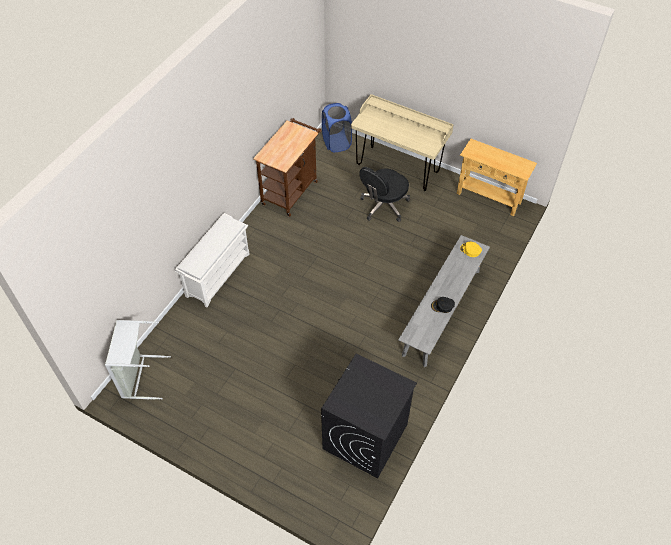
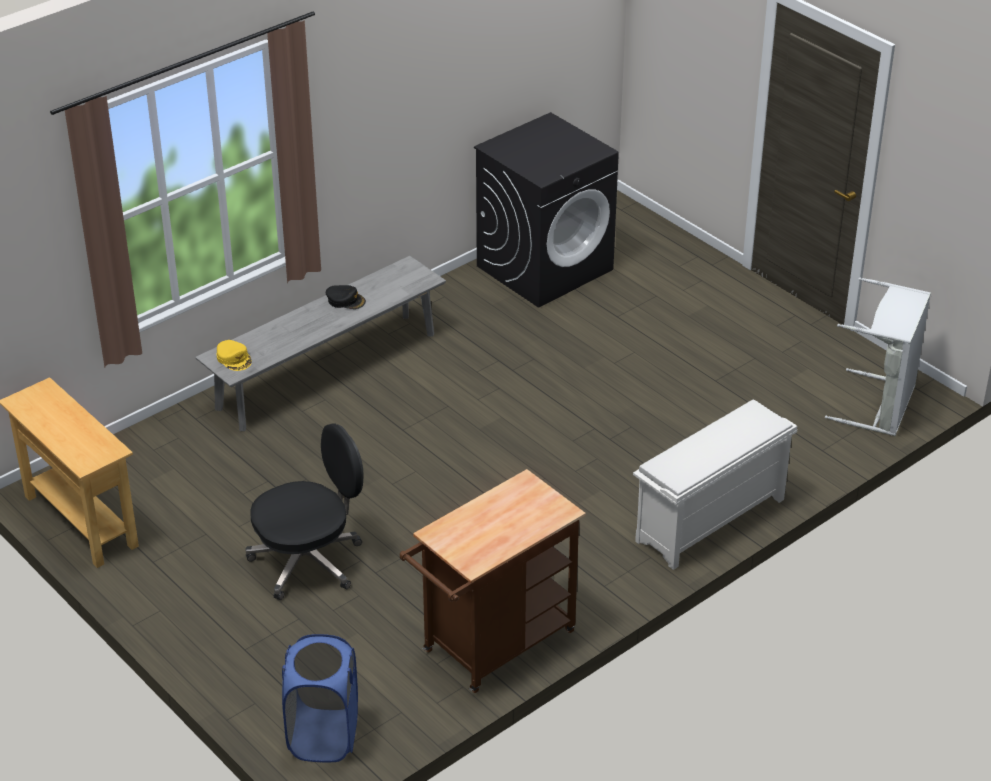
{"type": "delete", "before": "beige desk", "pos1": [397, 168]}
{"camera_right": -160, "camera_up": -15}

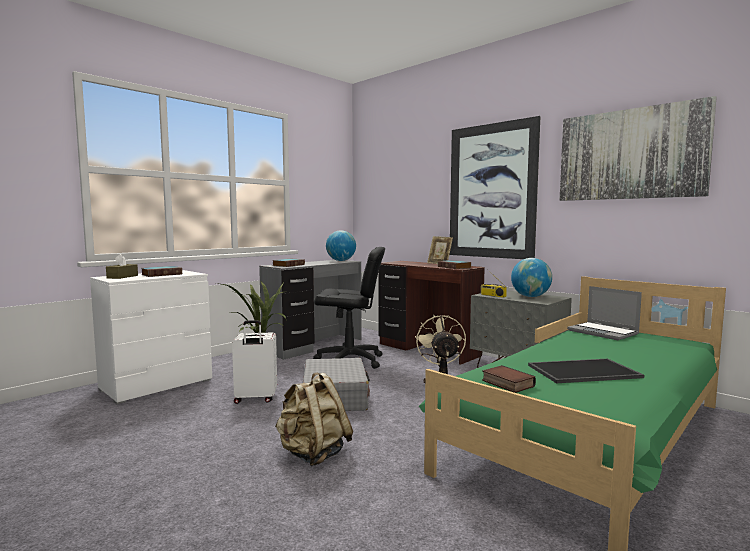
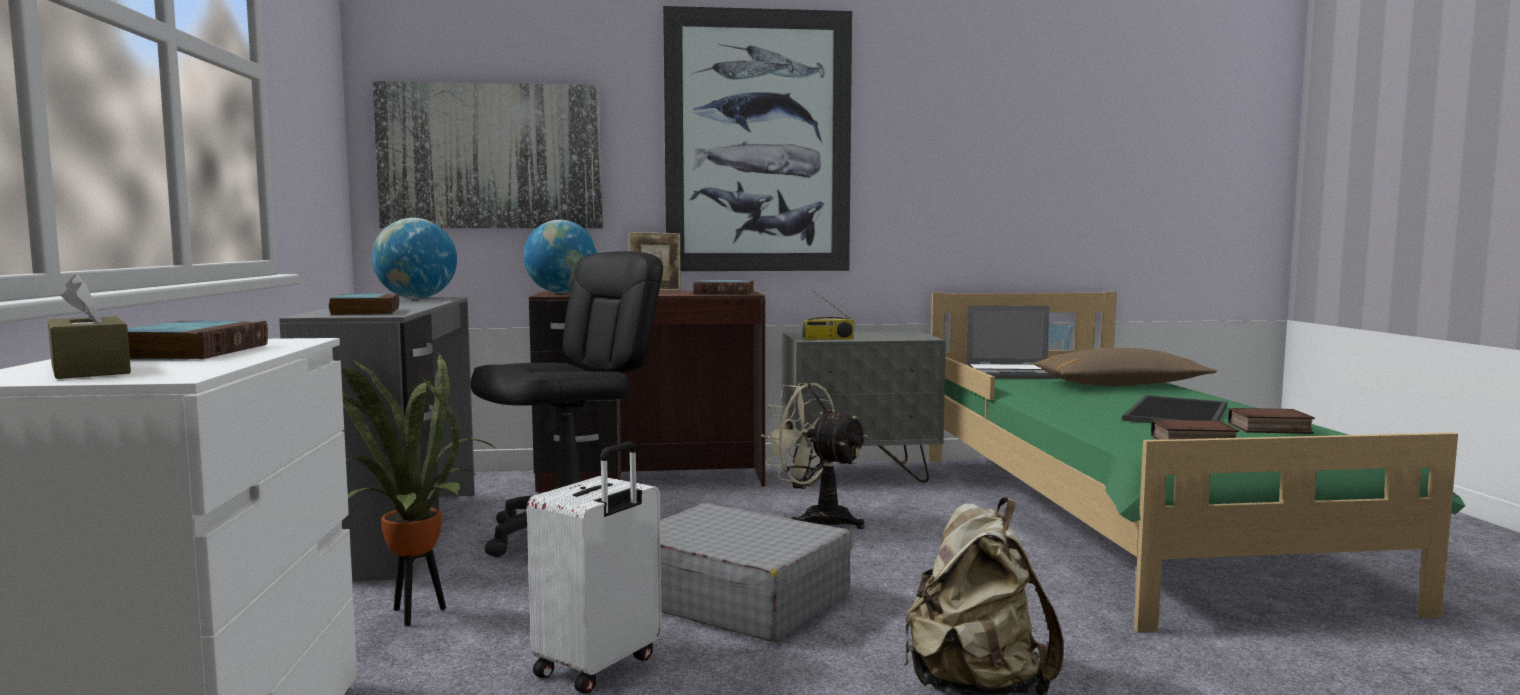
{"type": "move", "before": "globe", "pos1": [530, 296], "pos2": [561, 293]}
{"type": "move", "before": "picture", "pos1": [630, 154], "pos2": [491, 157]}
{"type": "insert", "after": "brown pillow", "pos2": [1119, 385]}
{"type": "insert", "after": "book", "pos2": [1269, 428]}
{"camera_right": -50, "camera_up": 0}

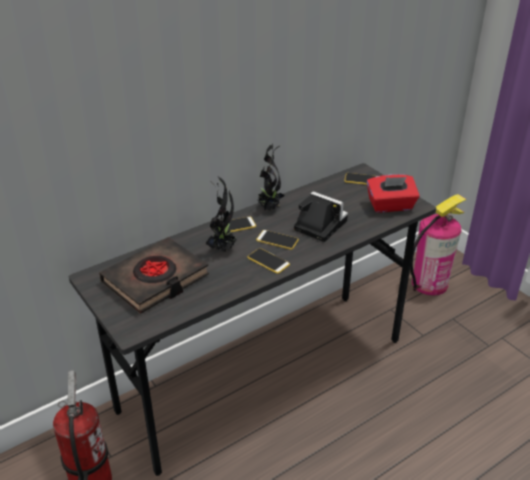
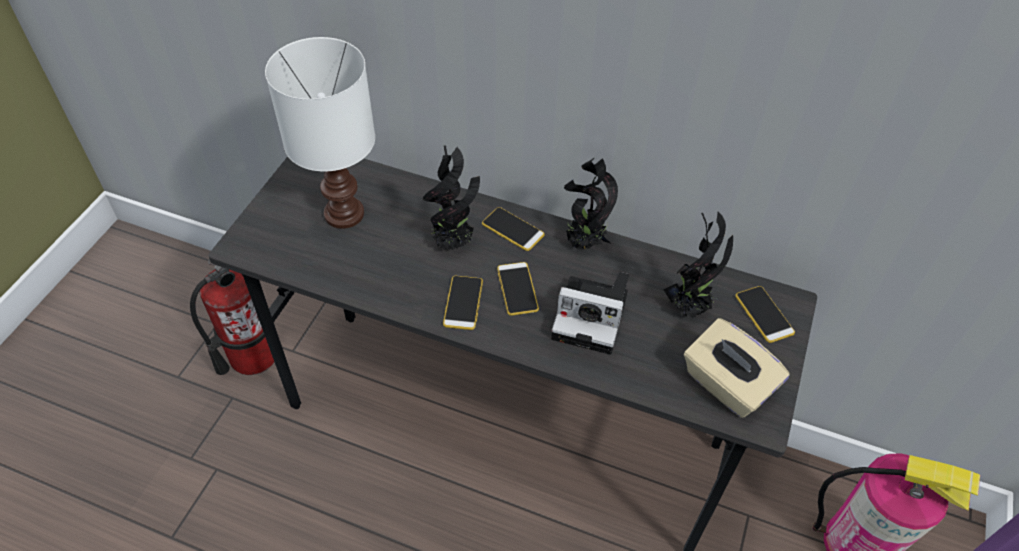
{"type": "replace", "before": "black book", "after": "white table lamp", "pos1": [155, 279], "pos2": [345, 215]}
{"type": "rotate", "before": "photo camera", "pos1": [318, 225], "pos2": [593, 317], "turn": 105}
{"type": "recolor", "before": "red tissue box", "after": "beige tissue box", "pos1": [390, 206], "pos2": [726, 385]}
{"type": "insert", "after": "potted plant", "pos2": [689, 307]}
{"camera_right": 55, "camera_up": 15}

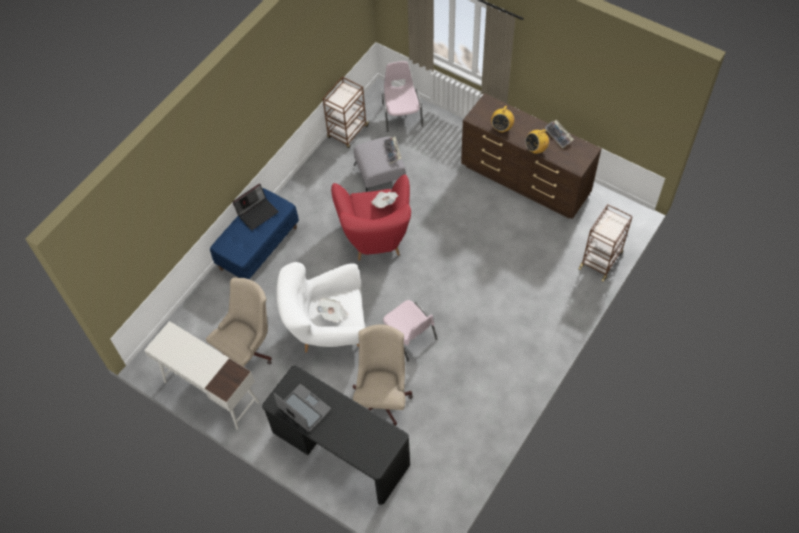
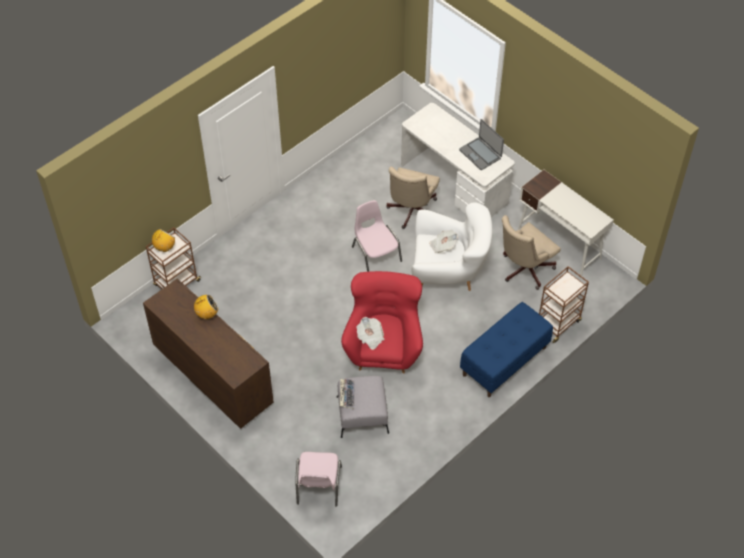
{"type": "delete", "before": "laptop", "pos1": [257, 212]}
{"type": "recolor", "before": "black desk", "after": "white desk", "pos1": [340, 449], "pos2": [454, 183]}
{"type": "move", "before": "brown cart", "pos1": [347, 132], "pos2": [557, 323]}
{"type": "move", "before": "radio", "pos1": [501, 127], "pos2": [164, 247]}
{"type": "delete", "before": "keyboard", "pos1": [559, 136]}
{"camera_right": -170, "camera_up": -5}

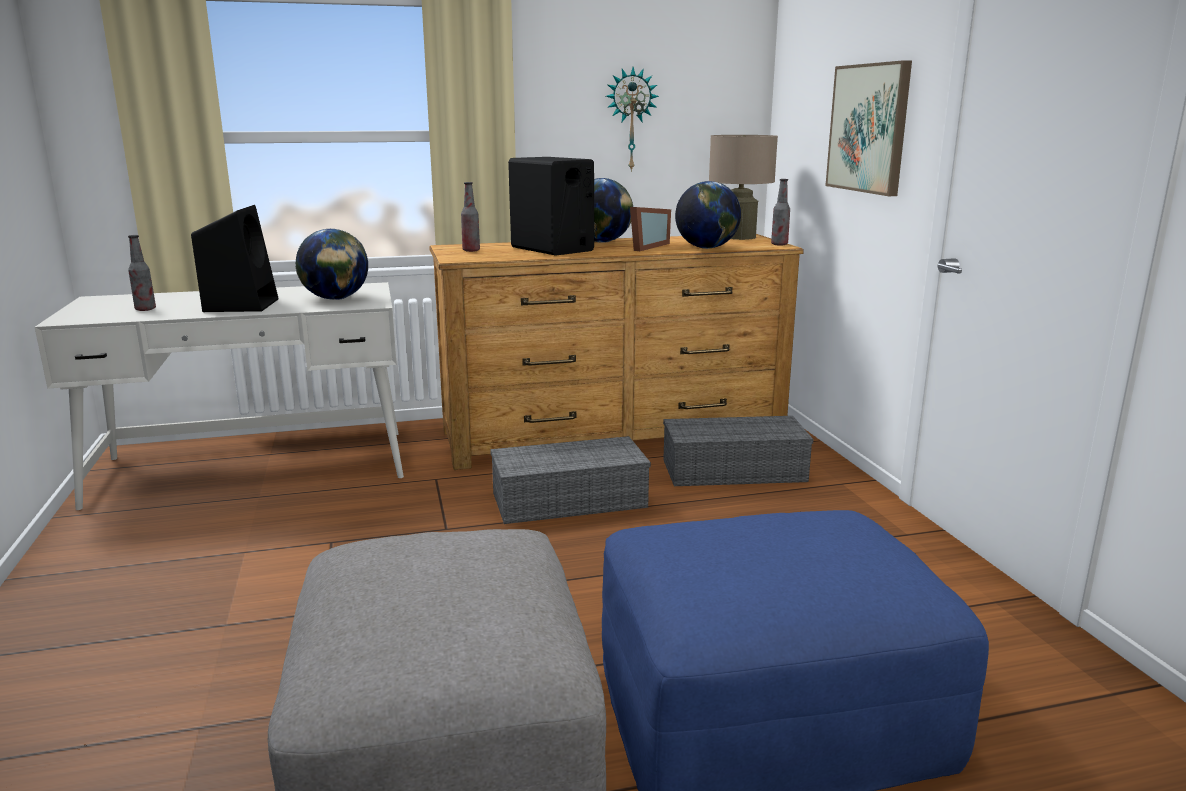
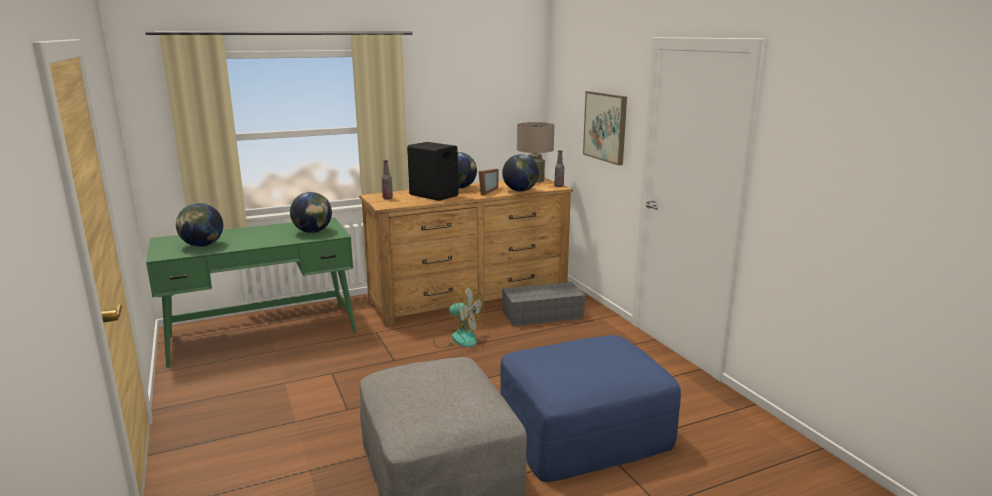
{"type": "recolor", "before": "white desk", "after": "green desk", "pos1": [254, 468], "pos2": [263, 333]}
{"type": "replace", "before": "bottle", "after": "globe", "pos1": [145, 309], "pos2": [202, 245]}
{"type": "delete", "before": "black speaker", "pos1": [241, 305]}
{"type": "replace", "before": "grey storage box", "after": "fan", "pos1": [571, 499], "pos2": [457, 338]}
{"type": "delete", "before": "wall clock", "pos1": [630, 119]}
{"camera_right": -10, "camera_up": 0}

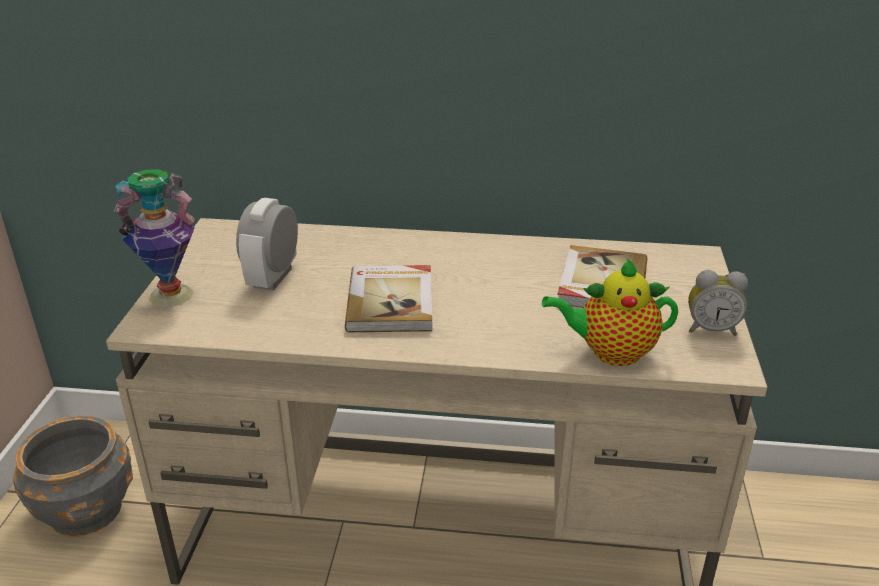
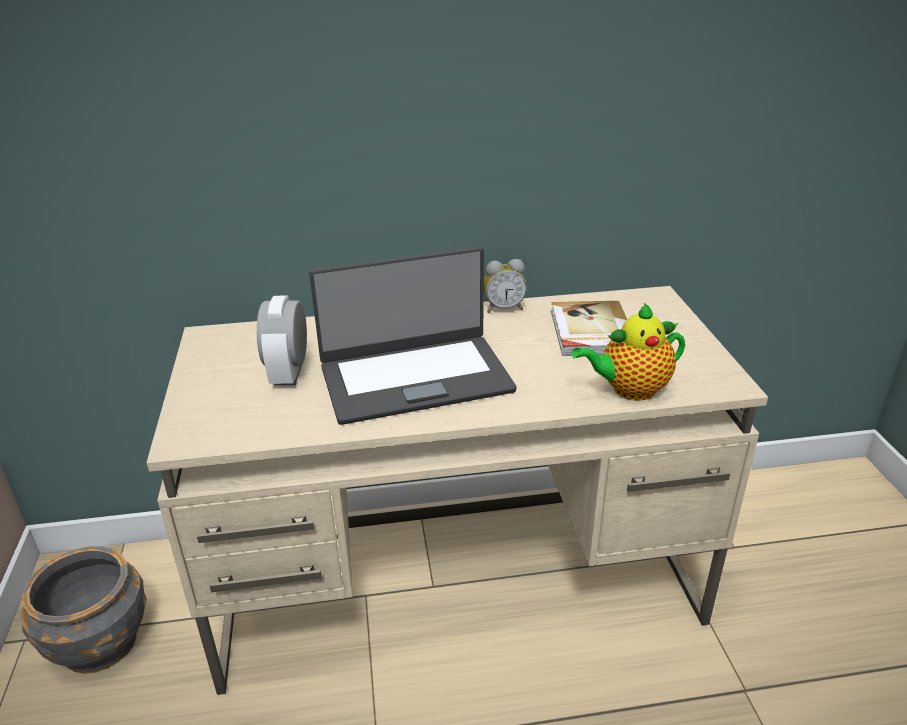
{"type": "delete", "before": "vase", "pos1": [171, 296]}
{"type": "replace", "before": "book", "after": "laptop", "pos1": [392, 302], "pos2": [415, 377]}
{"type": "move", "before": "alarm clock", "pos1": [711, 329], "pos2": [503, 308]}
{"camera_right": -15, "camera_up": 0}

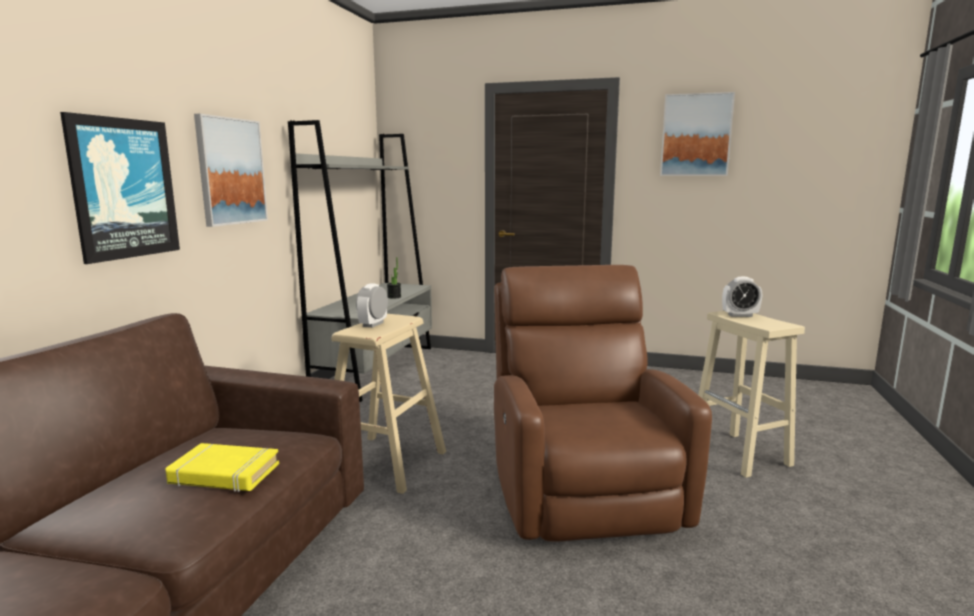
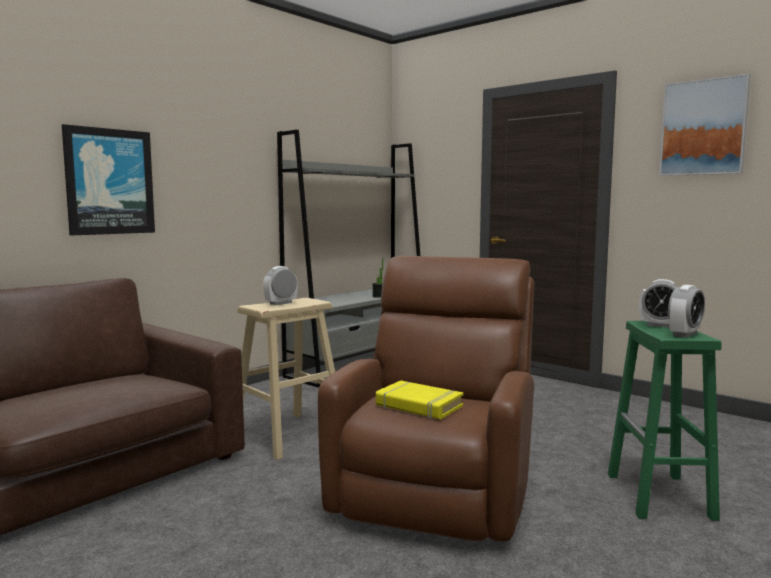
{"type": "move", "before": "yellow book", "pos1": [224, 474], "pos2": [418, 406]}
{"type": "delete", "before": "picture", "pos1": [231, 171]}
{"type": "recolor", "before": "beige stool", "after": "green stool", "pos1": [741, 455], "pos2": [660, 497]}
{"type": "insert", "after": "alarm clock", "pos2": [684, 334]}
{"camera_right": 25, "camera_up": -5}

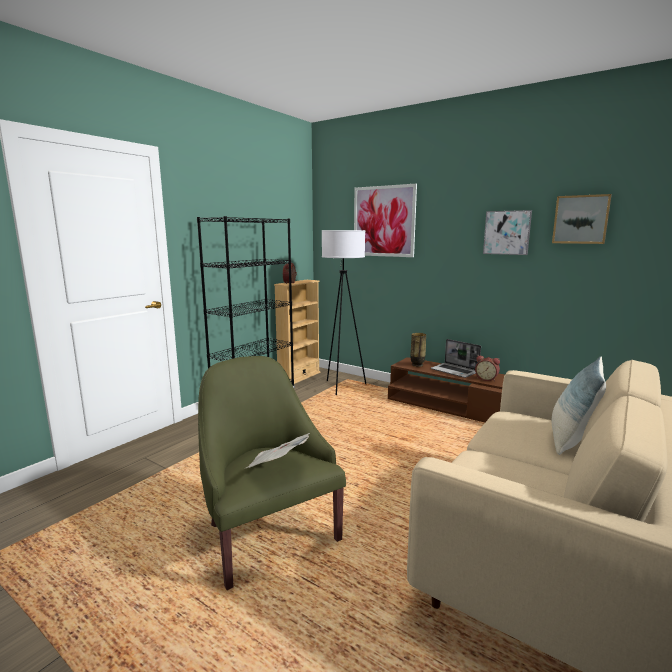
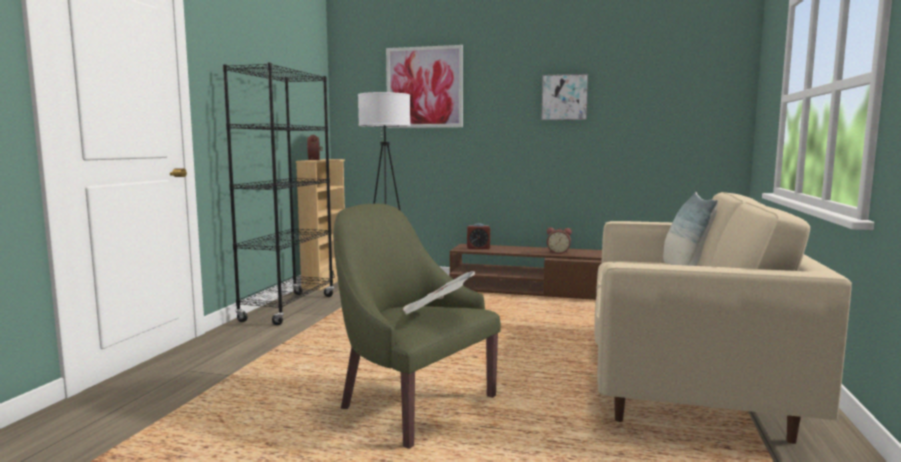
{"type": "replace", "before": "vase", "after": "alarm clock", "pos1": [417, 365], "pos2": [478, 248]}
{"type": "delete", "before": "laptop", "pos1": [455, 371]}
{"type": "delete", "before": "picture", "pos1": [581, 219]}
{"camera_right": -20, "camera_up": -5}

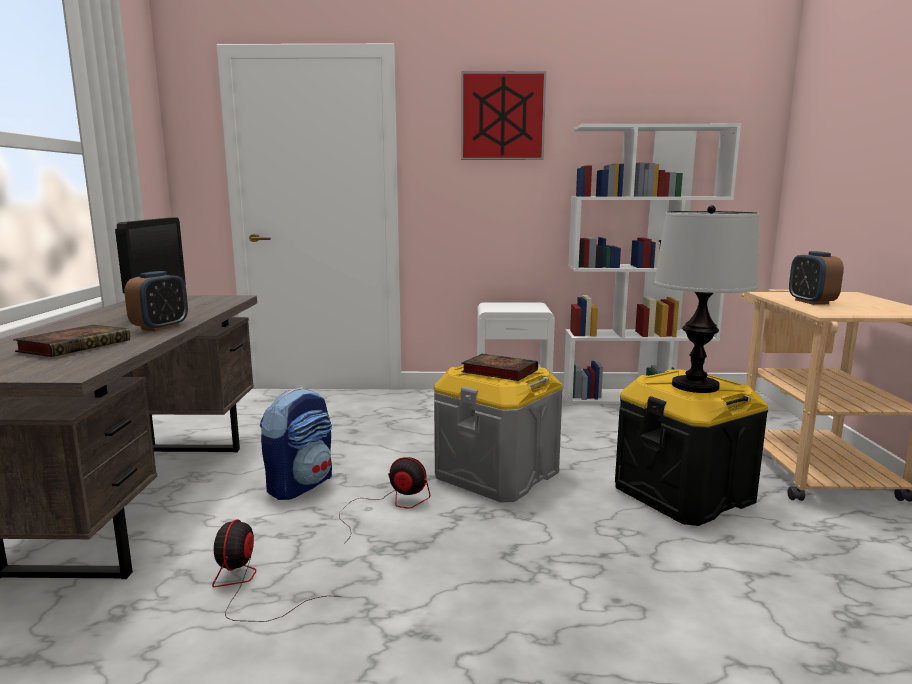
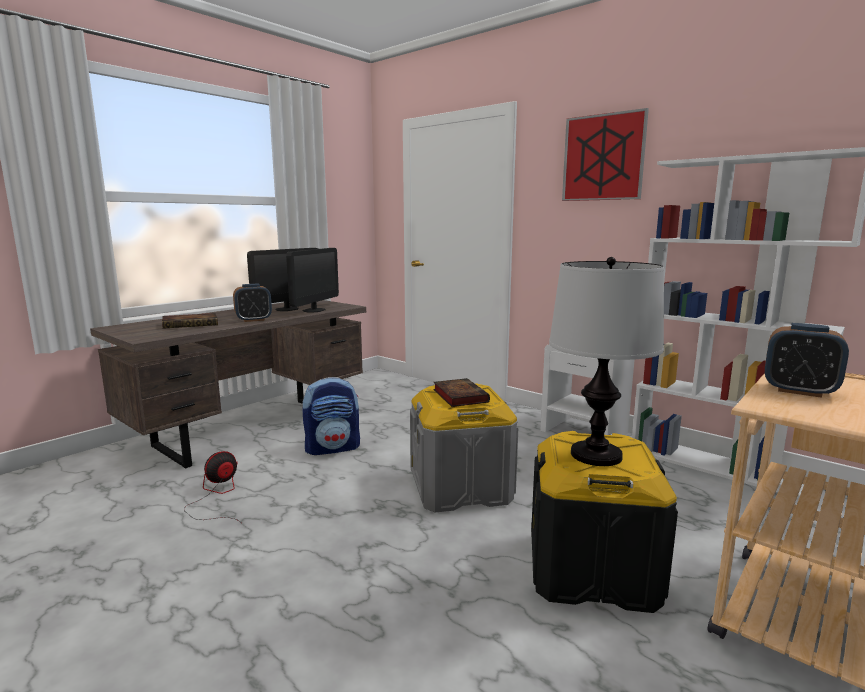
{"type": "delete", "before": "fan", "pos1": [389, 506]}
{"type": "rotate", "before": "alarm clock", "pos1": [811, 302], "pos2": [799, 391], "turn": -90}
{"type": "insert", "after": "monitor", "pos2": [314, 310]}
{"camera_right": 40, "camera_up": 0}

